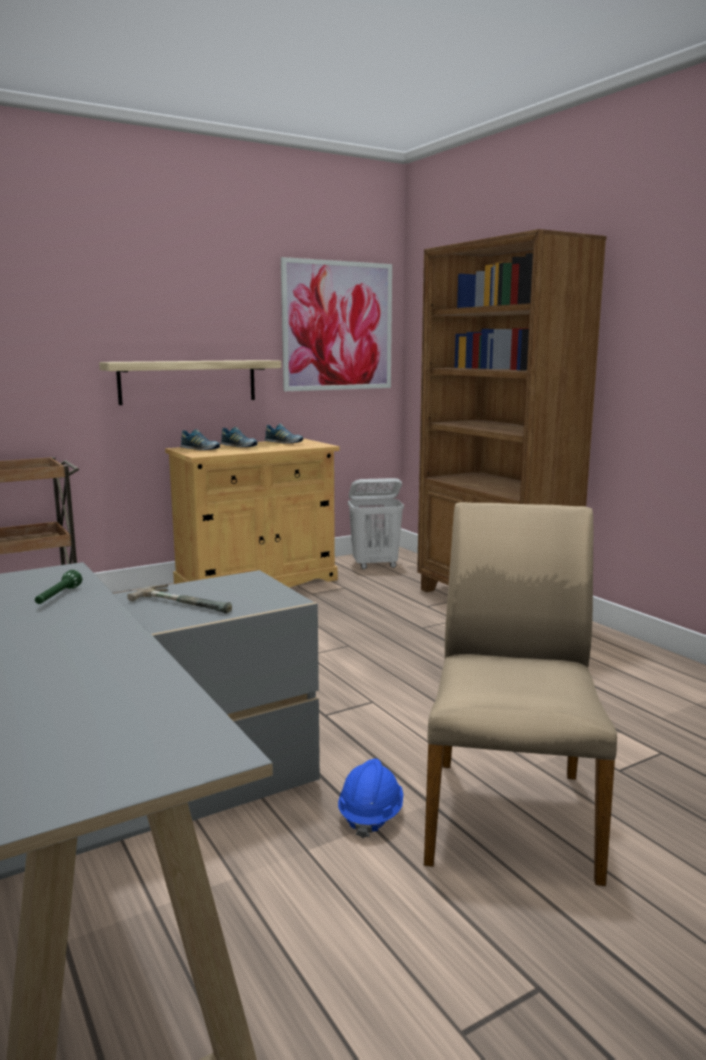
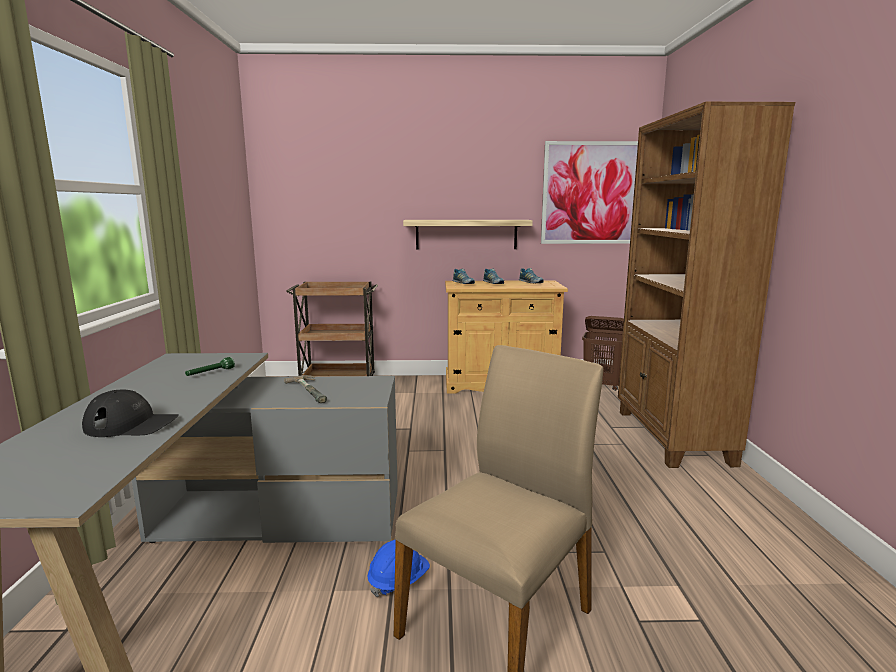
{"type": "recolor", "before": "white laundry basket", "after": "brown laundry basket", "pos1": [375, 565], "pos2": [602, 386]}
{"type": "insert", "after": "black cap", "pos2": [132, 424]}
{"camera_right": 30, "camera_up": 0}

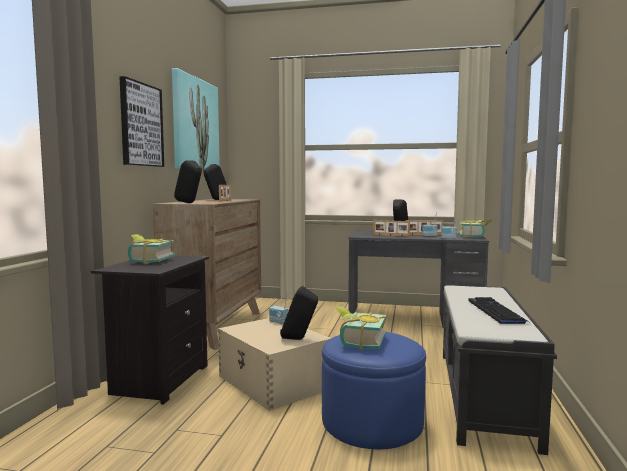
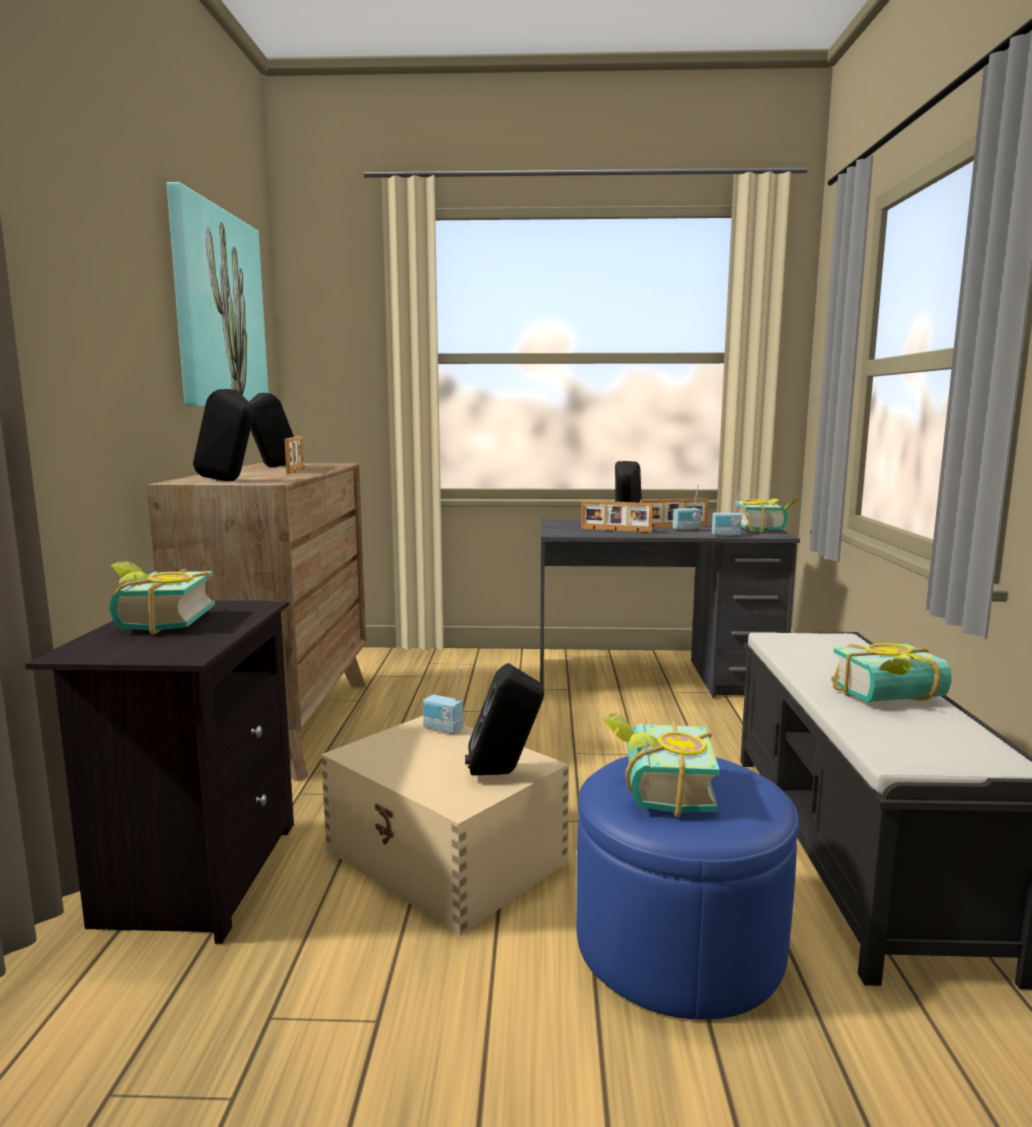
{"type": "delete", "before": "picture", "pos1": [141, 125]}
{"type": "replace", "before": "keyboard", "after": "book", "pos1": [496, 311], "pos2": [894, 699]}
{"camera_right": -10, "camera_up": 5}

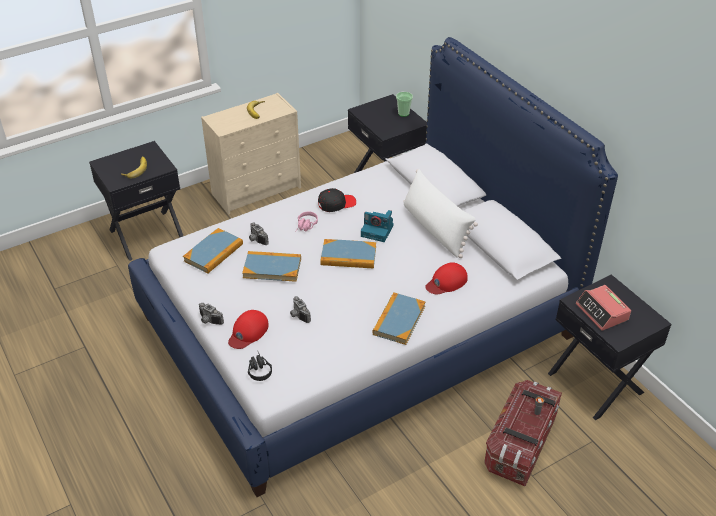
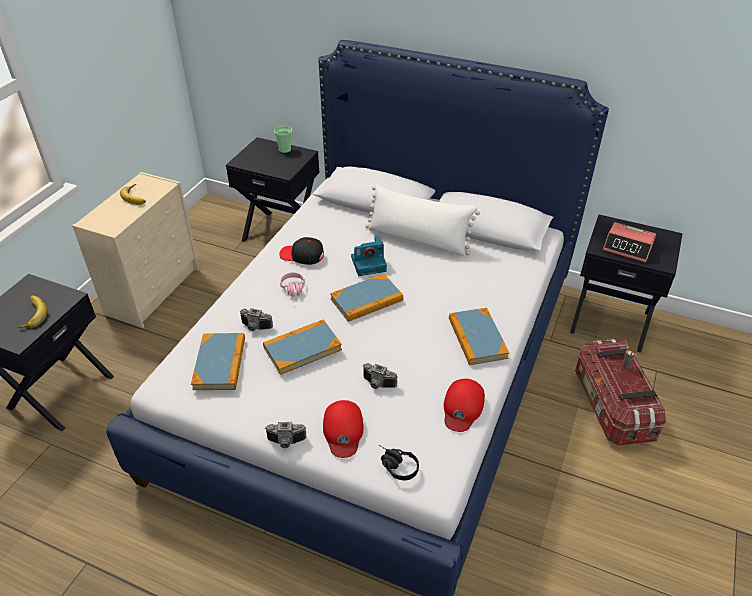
{"type": "rotate", "before": "black cap", "pos1": [336, 204], "pos2": [302, 256], "turn": -105}
{"type": "move", "before": "red cap", "pos1": [446, 282], "pos2": [462, 407]}
{"camera_right": -35, "camera_up": 0}

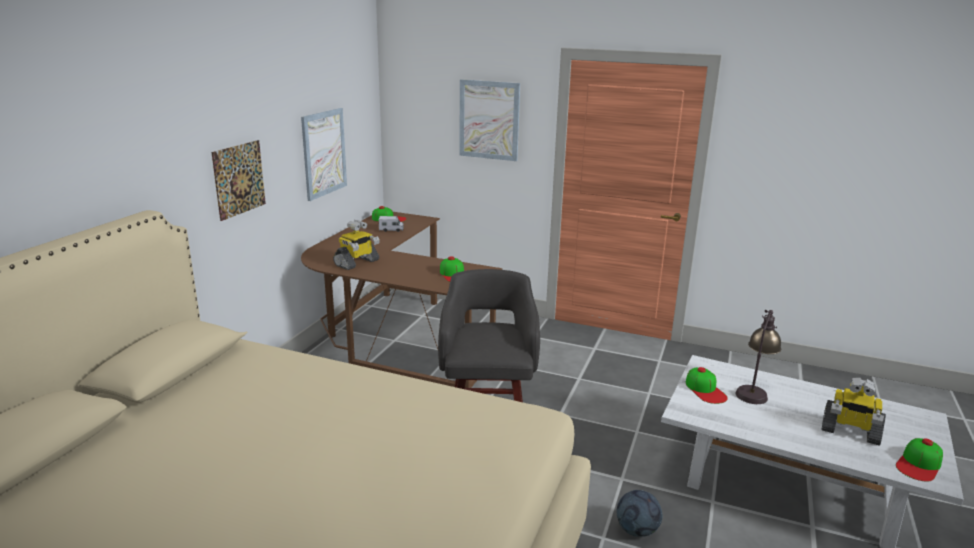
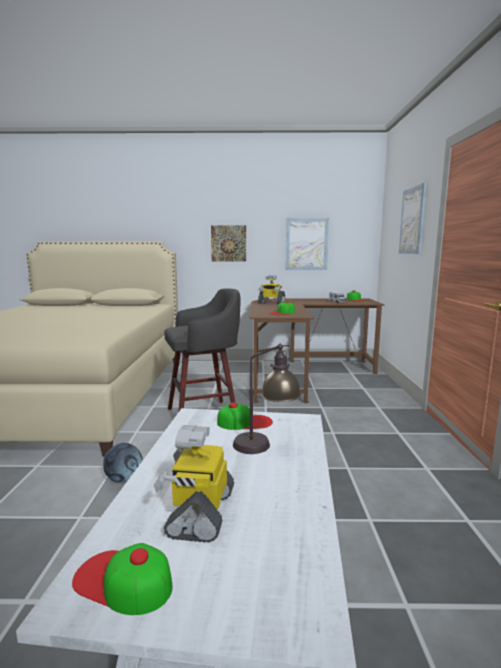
{"type": "rotate", "before": "cap", "pos1": [705, 390], "pos2": [245, 422], "turn": -150}
{"camera_right": 70, "camera_up": -10}

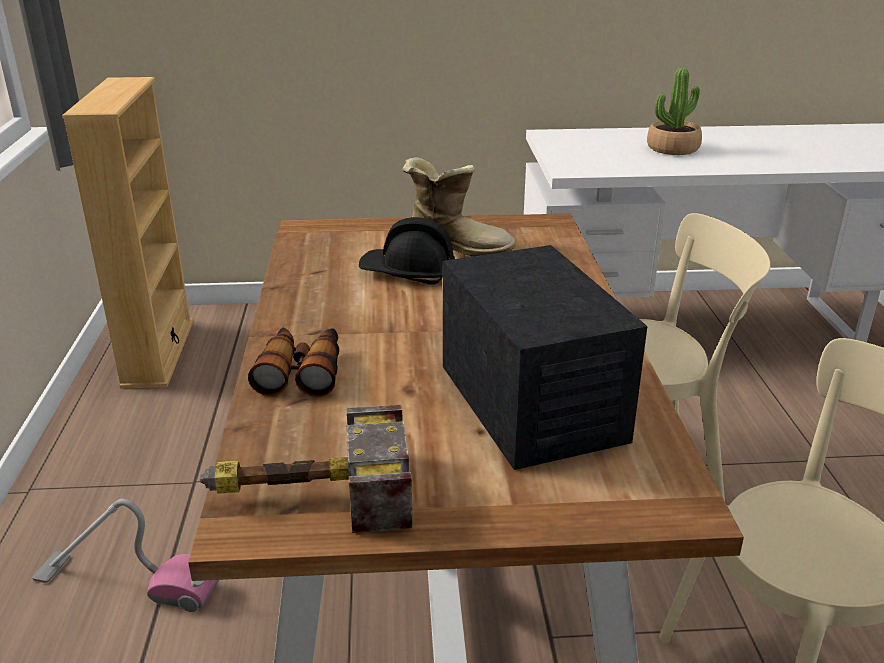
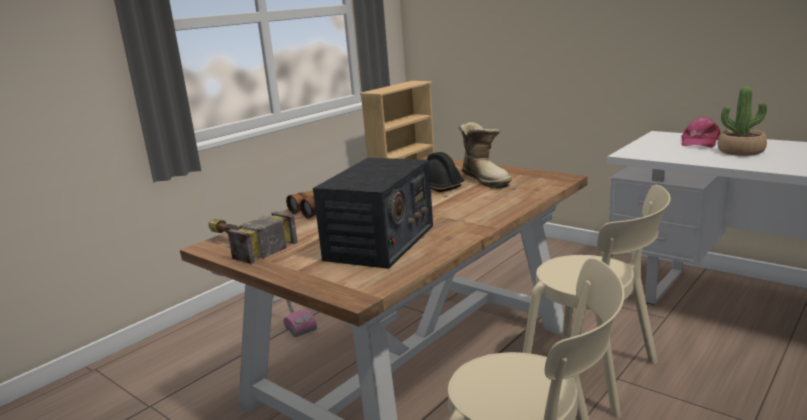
{"type": "insert", "after": "pink cap", "pos2": [699, 142]}
{"camera_right": 45, "camera_up": -10}

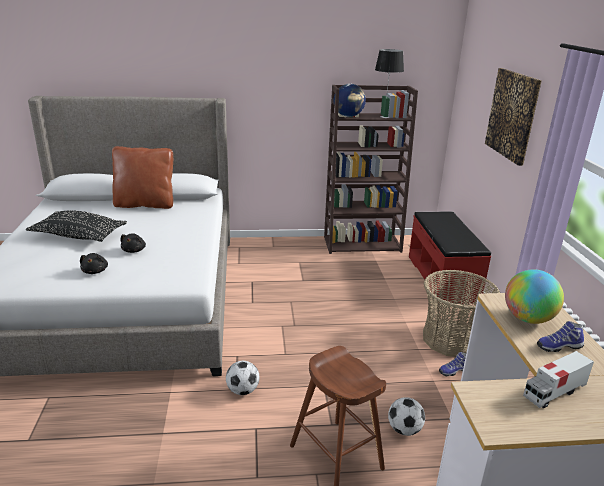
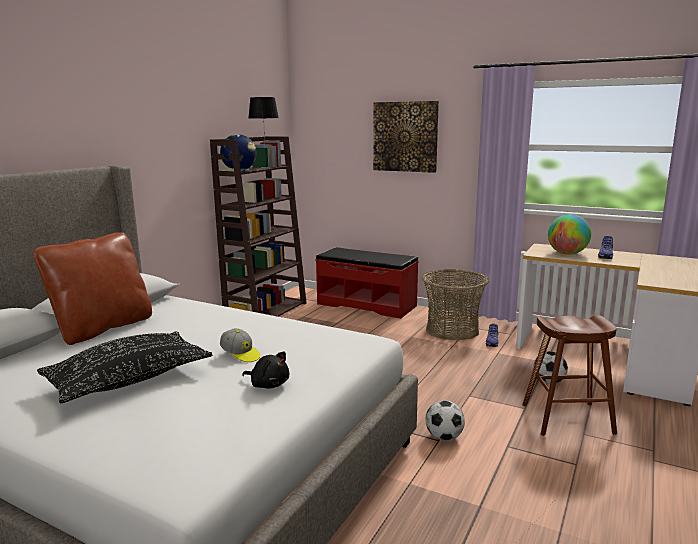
{"type": "replace", "before": "black plush toy", "after": "cap", "pos1": [134, 250], "pos2": [240, 355]}
{"type": "delete", "before": "toy truck", "pos1": [553, 392]}
{"camera_right": -55, "camera_up": -10}

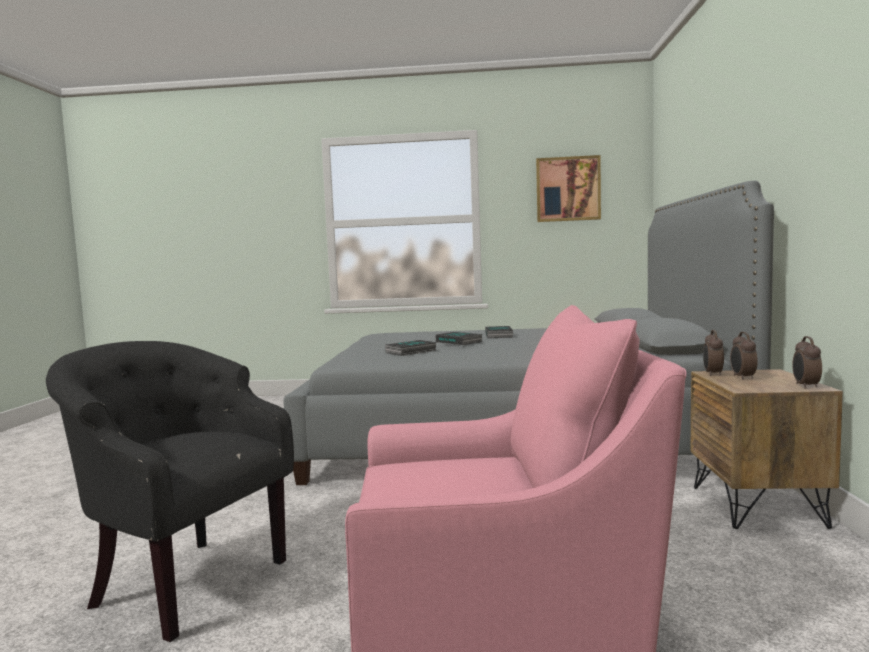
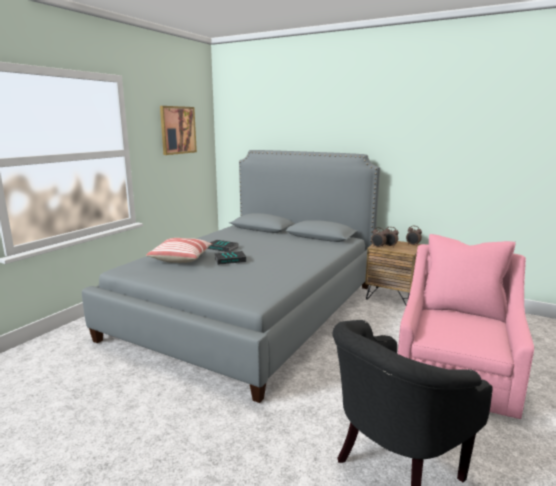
{"type": "delete", "before": "book", "pos1": [411, 352]}
{"type": "insert", "after": "pillow", "pos2": [181, 258]}
{"camera_right": -65, "camera_up": 10}

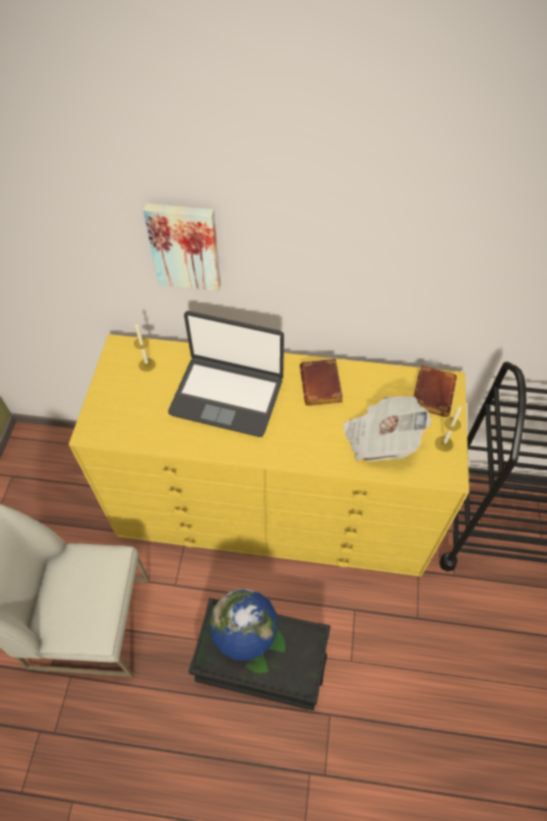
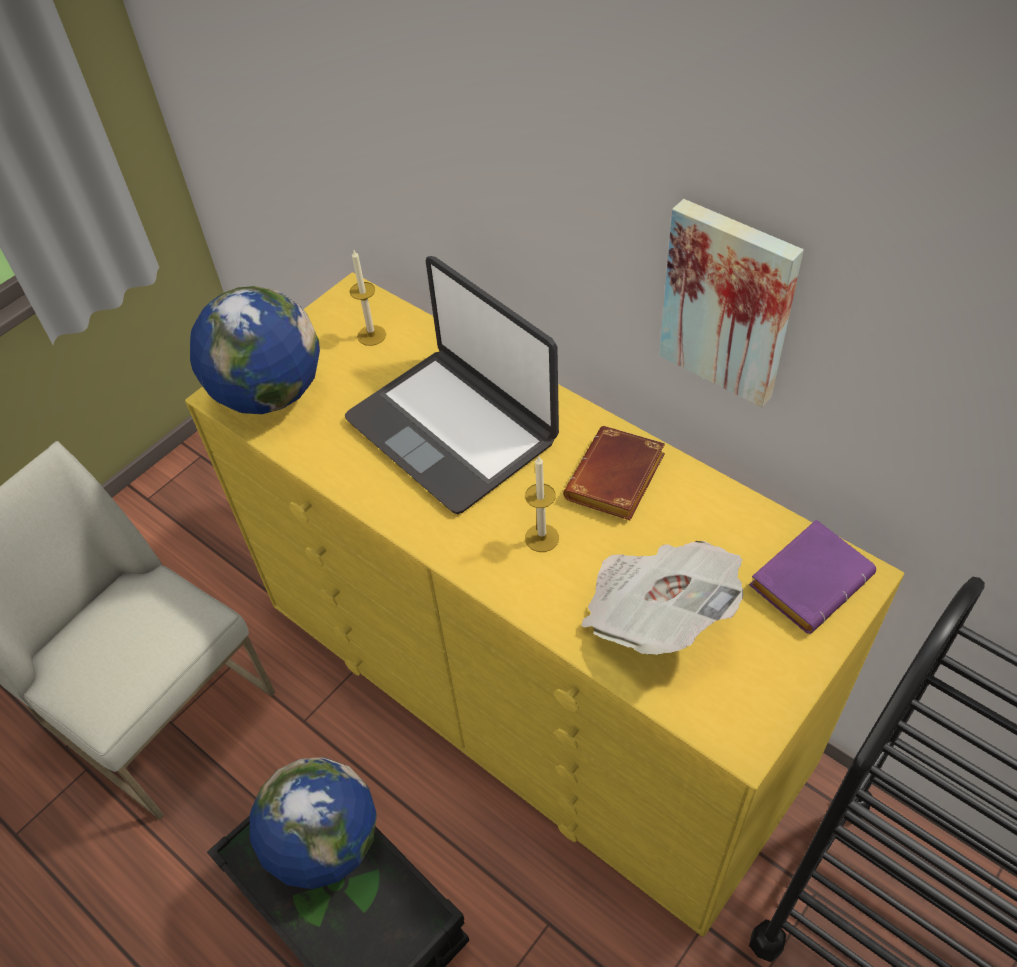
{"type": "move", "before": "picture", "pos1": [185, 246], "pos2": [729, 302]}
{"type": "recolor", "before": "brown book", "after": "purple book", "pos1": [431, 392], "pos2": [809, 578]}
{"type": "move", "before": "candle", "pos1": [444, 443], "pos2": [542, 538]}
{"type": "insert", "after": "globe", "pos2": [269, 394]}
{"camera_right": 35, "camera_up": -5}

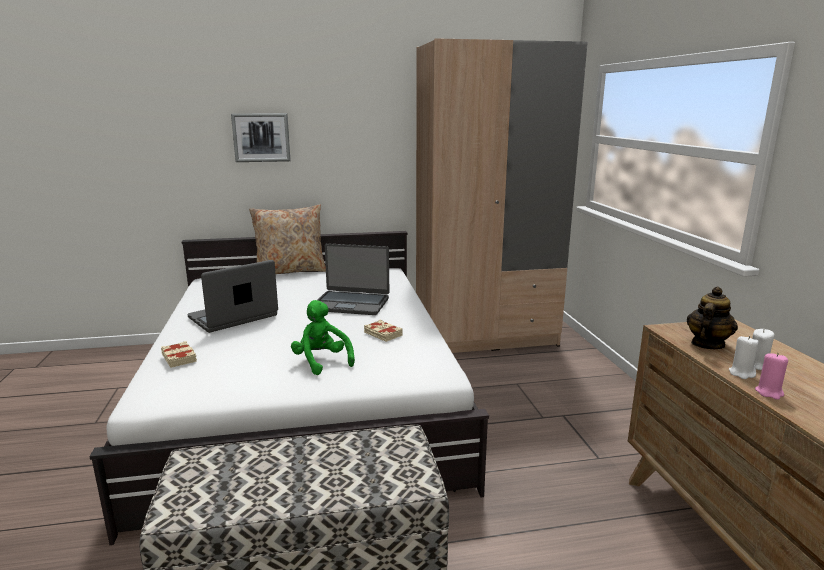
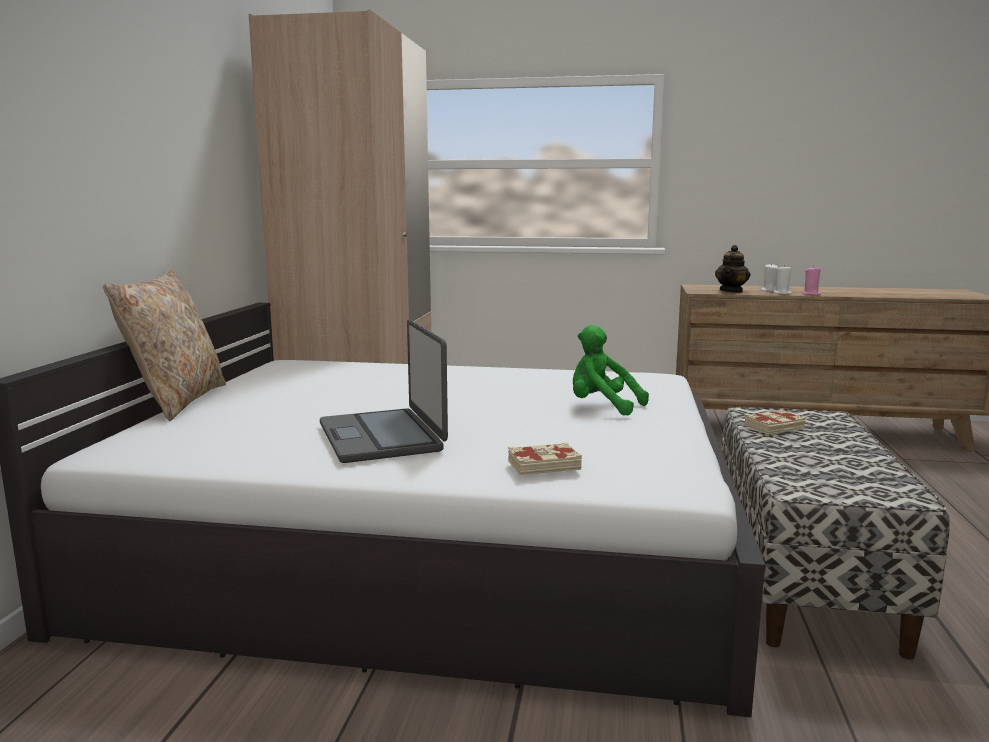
{"type": "delete", "before": "picture", "pos1": [261, 137]}
{"type": "rotate", "before": "green plush toy", "pos1": [322, 361], "pos2": [602, 407], "turn": 45}
{"type": "delete", "before": "laptop", "pos1": [351, 304]}
{"type": "move", "before": "beige book", "pos1": [382, 334], "pos2": [775, 427]}
{"type": "rotate", "before": "teapot", "pos1": [707, 344], "pos2": [731, 291], "turn": -120}
{"camera_right": -70, "camera_up": -5}

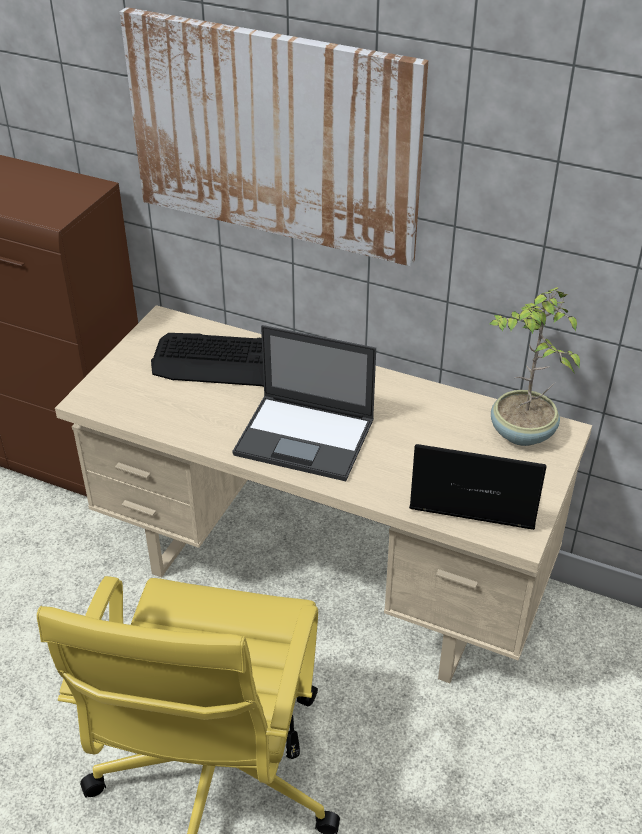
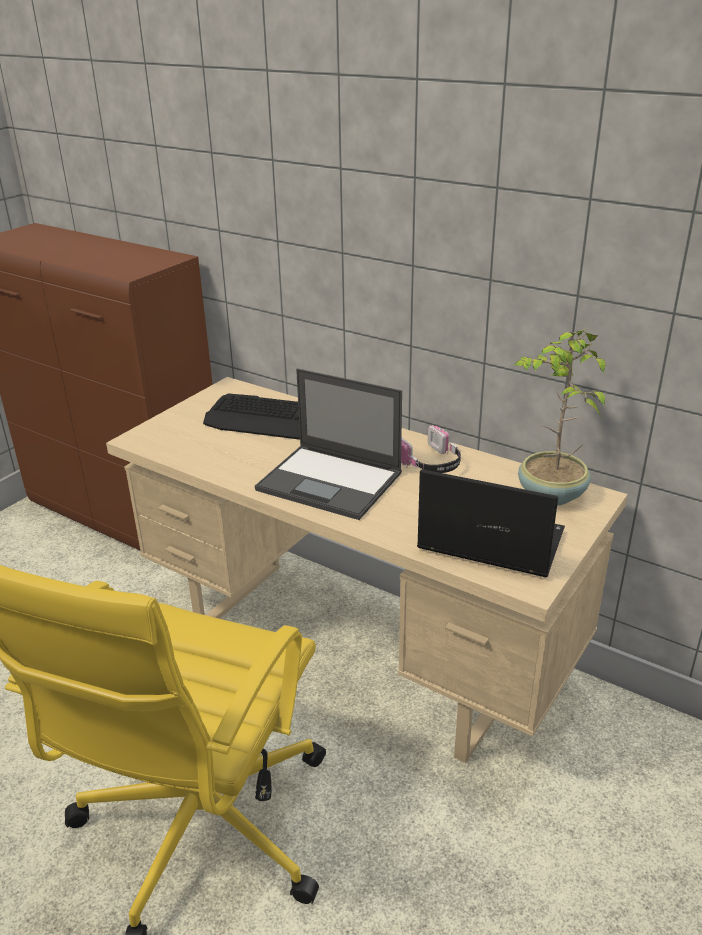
{"type": "delete", "before": "picture", "pos1": [273, 136]}
{"type": "insert", "after": "headphones", "pos2": [430, 463]}
{"camera_right": 10, "camera_up": -10}

